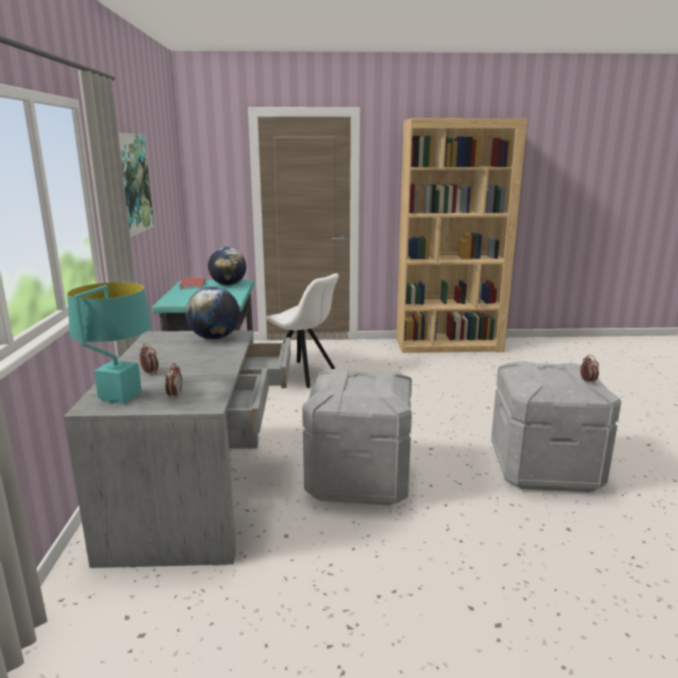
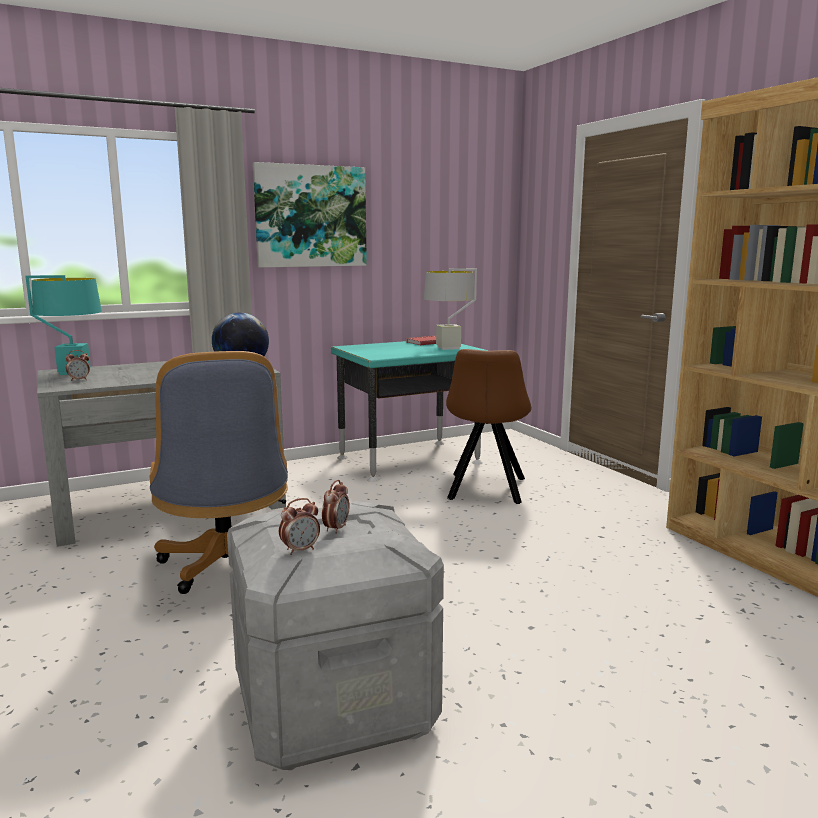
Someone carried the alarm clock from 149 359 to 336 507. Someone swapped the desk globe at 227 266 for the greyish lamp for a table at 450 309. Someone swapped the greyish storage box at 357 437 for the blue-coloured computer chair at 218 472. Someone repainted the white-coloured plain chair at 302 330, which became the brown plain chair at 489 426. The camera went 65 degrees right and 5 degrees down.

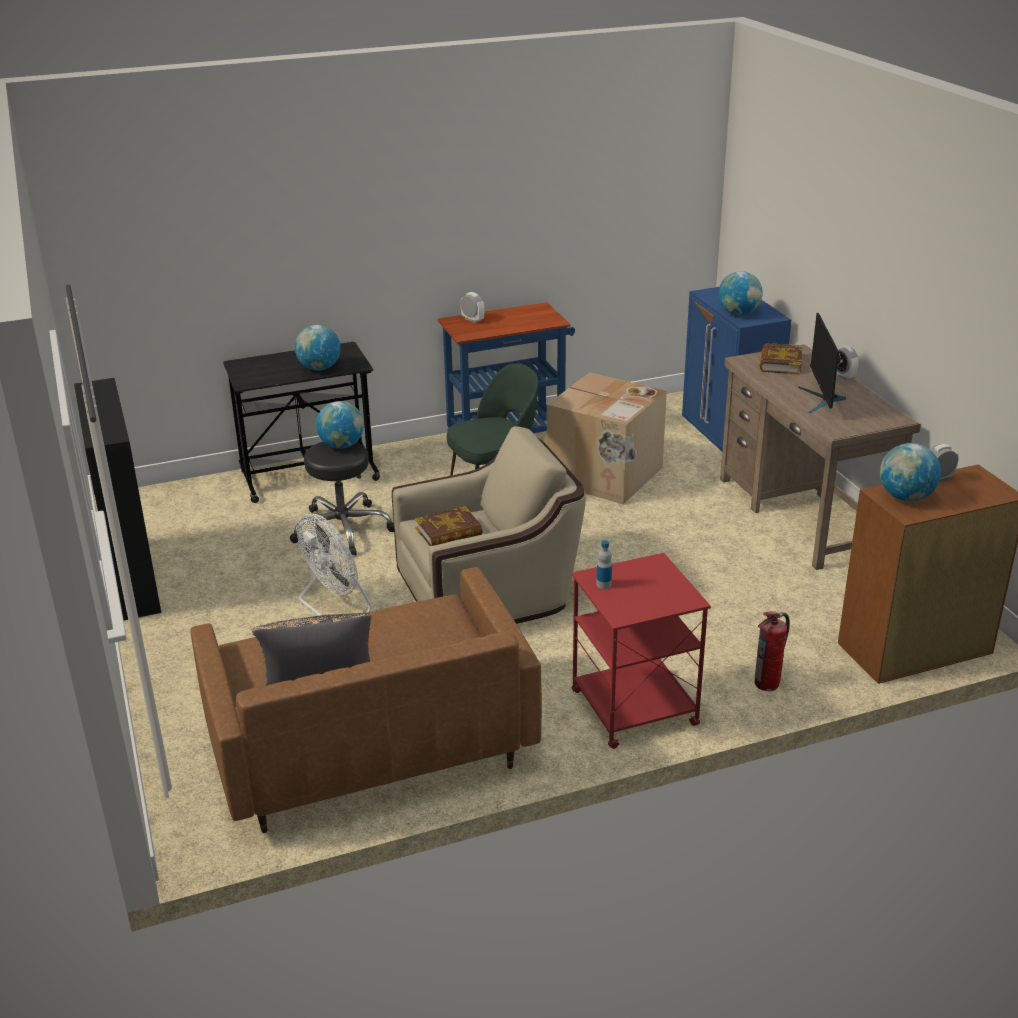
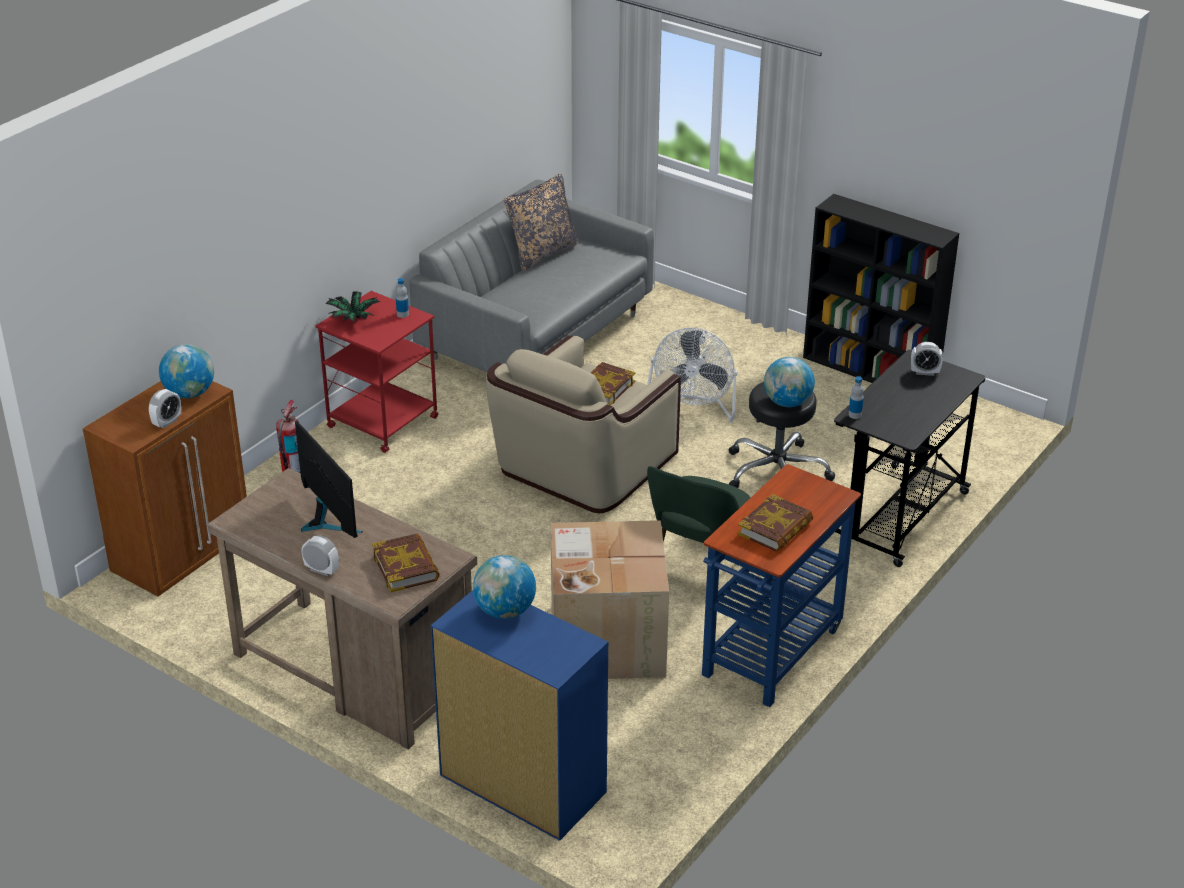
Someone took away the desk globe at 318 347. Someone put down the potted plant at 353 306. Someone put down the bound book at 775 523. Someone put down the drink bottle at 856 397. Someone carried the alarm clock from 472 307 to 927 359. Someone repainted the brown sofa at 366 700, which became the greyish sofa at 531 276. The camera went 145 degrees right and 5 degrees up.

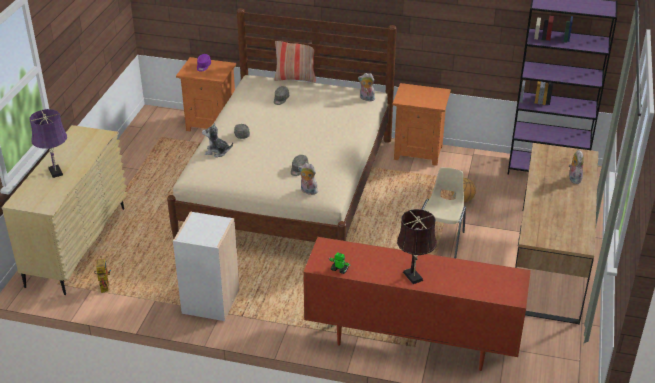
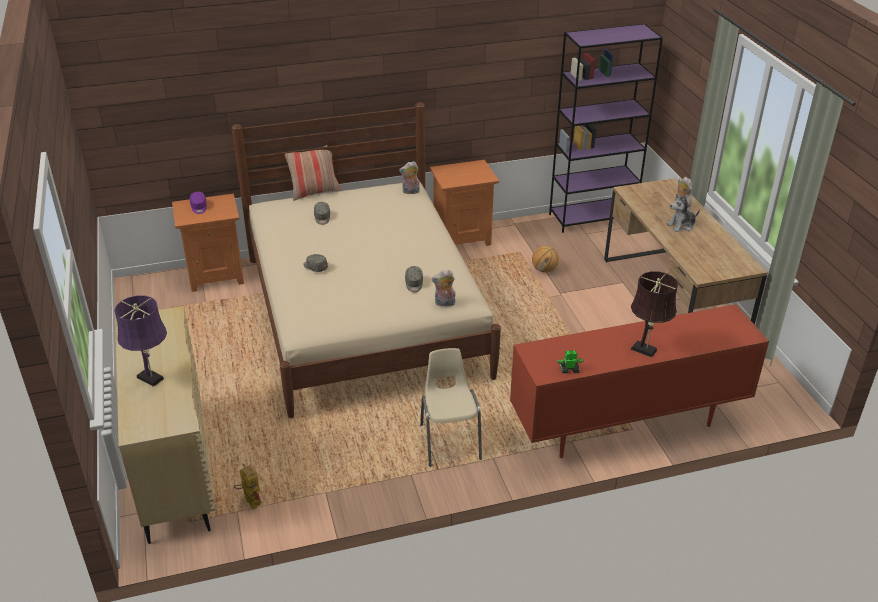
Someone took away the bookcase at 206 266. Someone carried the soft toy from 217 140 to 683 213. Someone carried the beige plain chair from 443 212 to 451 407. The camera went 30 degrees left and 0 degrees up.

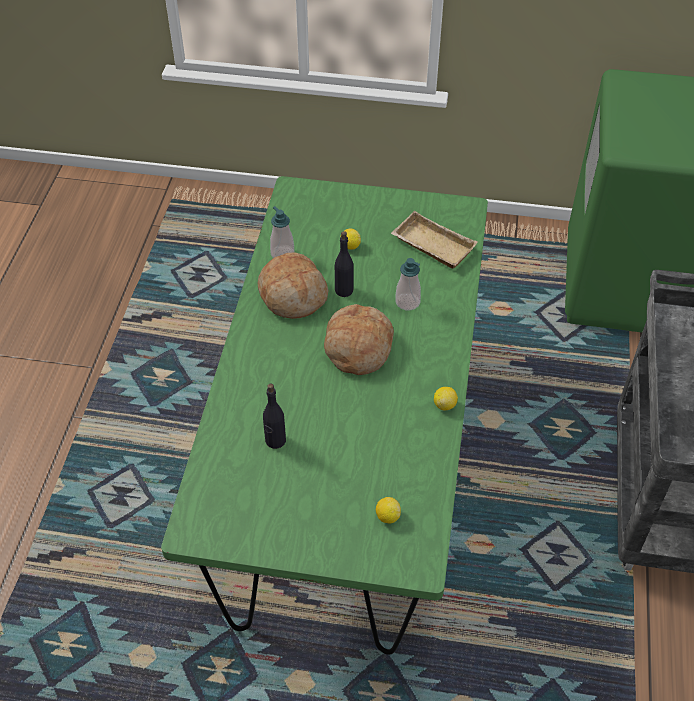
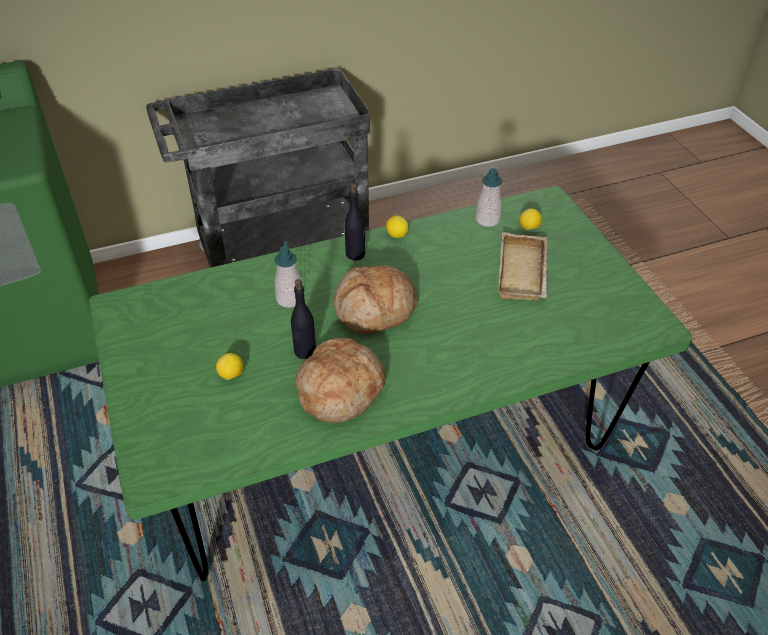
Someone carried the black drink bottle from 274 416 to 355 222. Someone carried the soap bottle from 282 232 to 488 197. Someone carried the beige tray from 434 239 to 523 266. The camera went 120 degrees left and 5 degrees down.

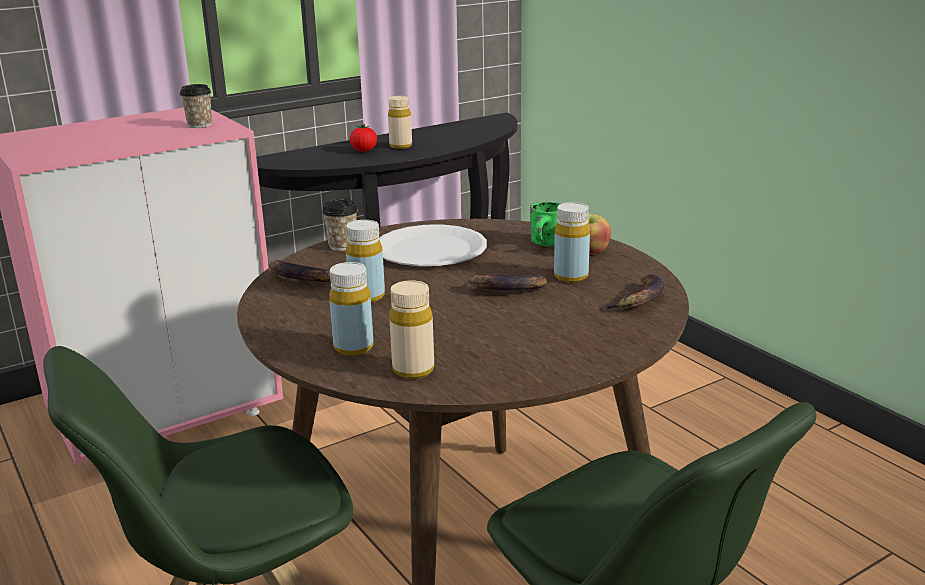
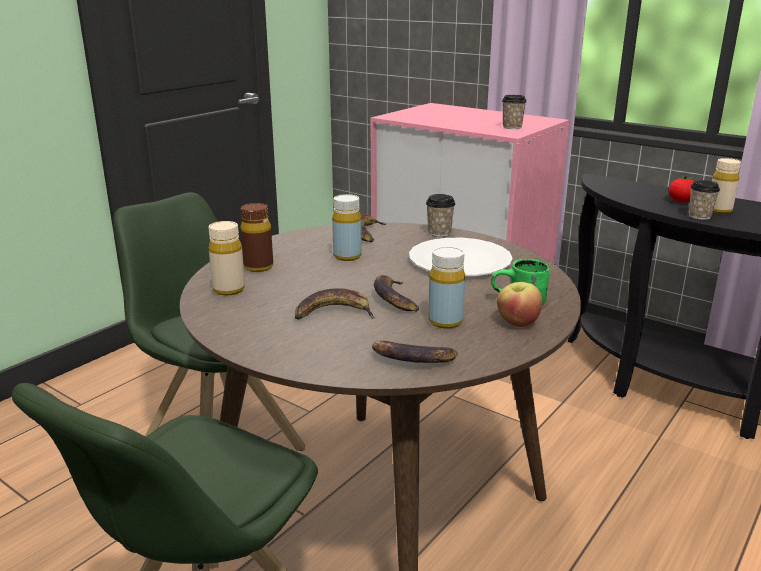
Someone put down the banana fruit at 335 304. Someone put down the small cup at 704 200. Someone repainted the yellow-coloured drink bottle at 351 309, which became the brown drink bottle at 257 237. The camera went 70 degrees right and 0 degrees up.

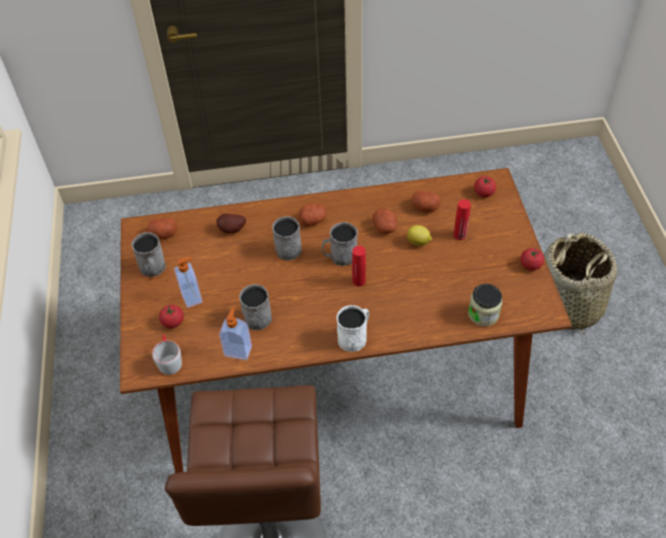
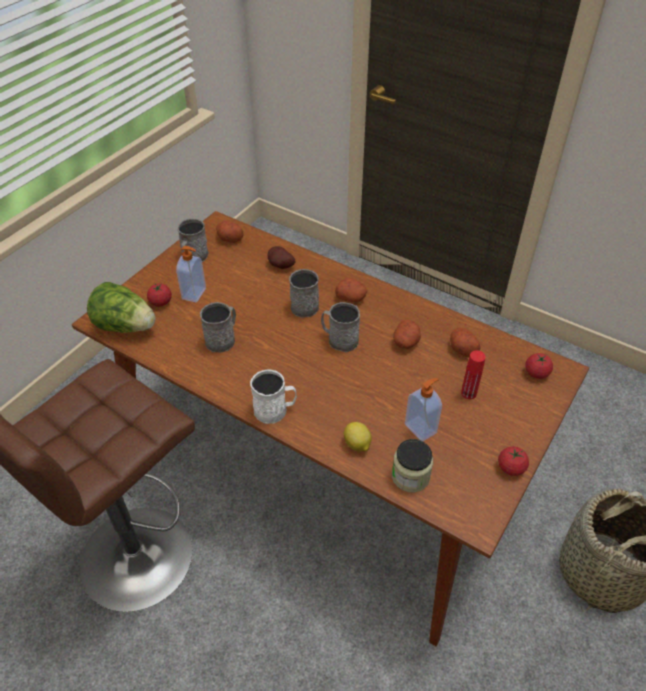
Someone took away the reddish drink bottle at 359 266. Someone carried the soap bottle from 235 334 to 423 409. Someone carried the whole lemon from 419 235 to 358 436. Someone swapped the greyish mug at 167 354 for the lettuce head at 121 307. The camera went 40 degrees right and 5 degrees down.

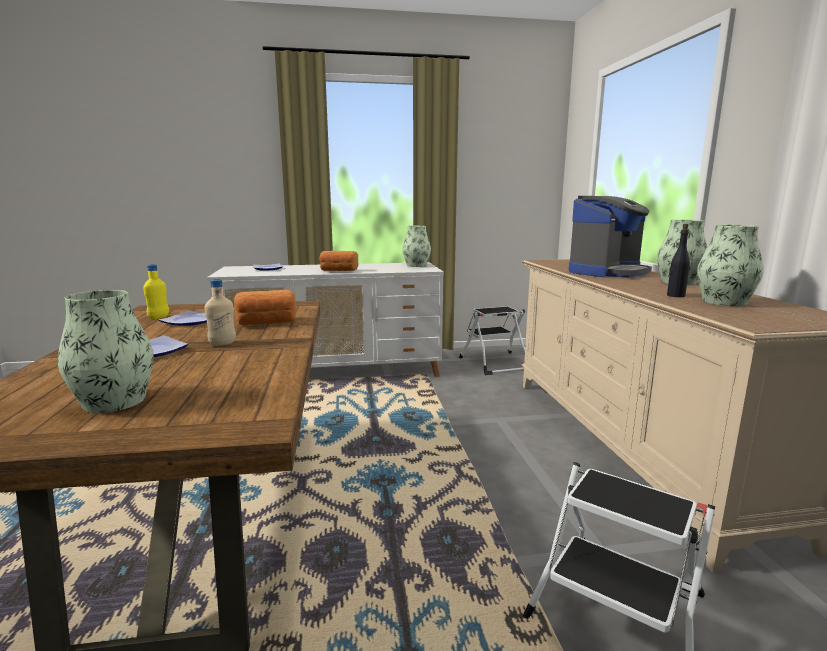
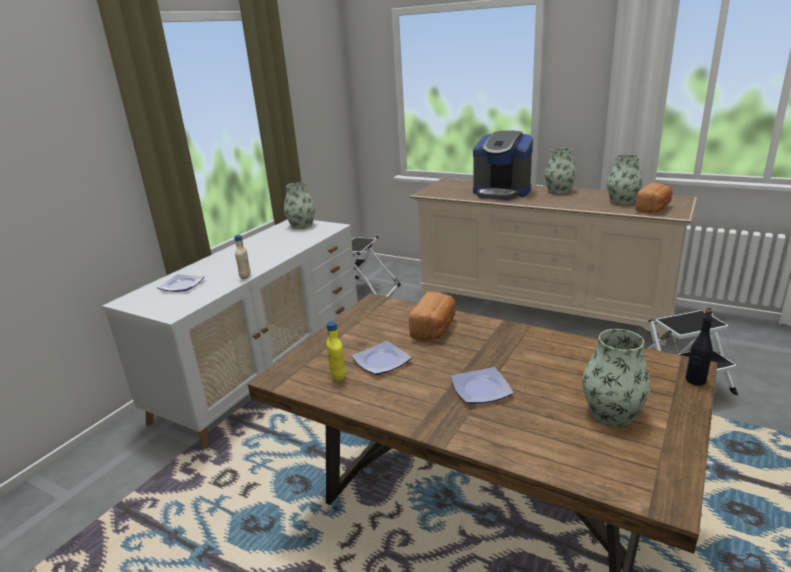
Someone carried the beige drink bottle from 220 312 to 242 257. Someone carried the baked bread from 339 261 to 654 198. Someone carried the black drink bottle from 678 260 to 699 347. Someone rotated the coffee maker at 610 237 by 120 degrees clockwise. The camera went 50 degrees left and 10 degrees up.

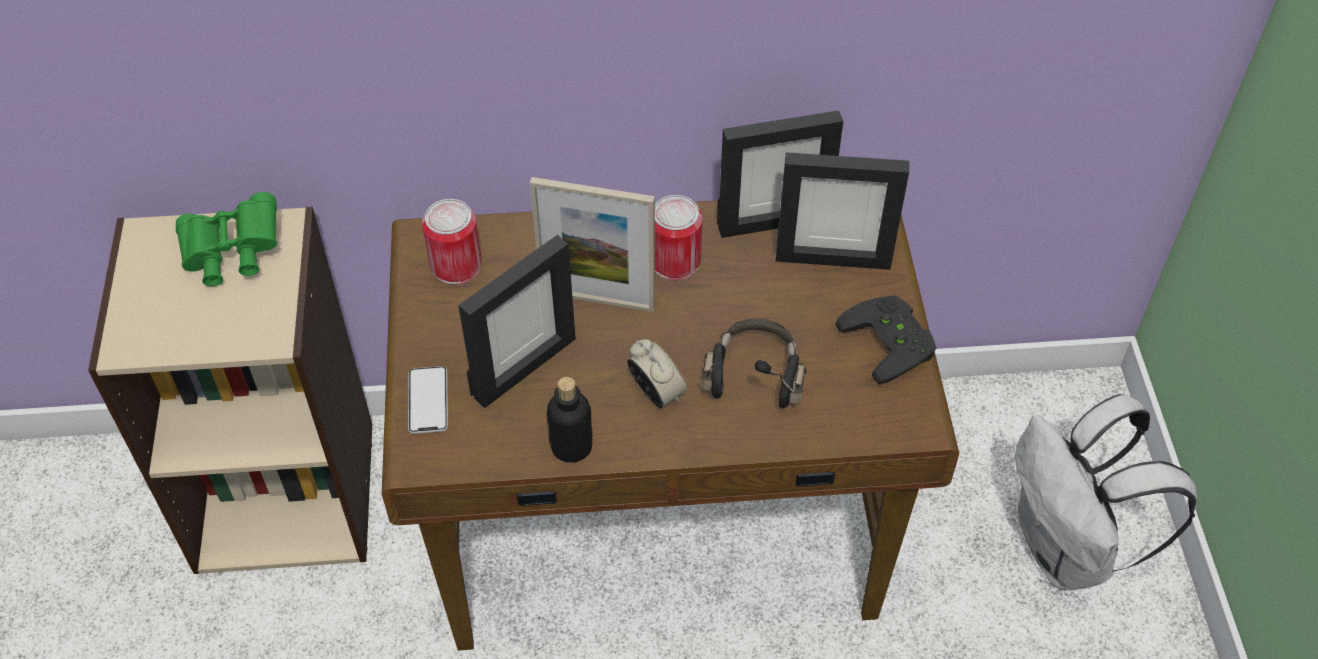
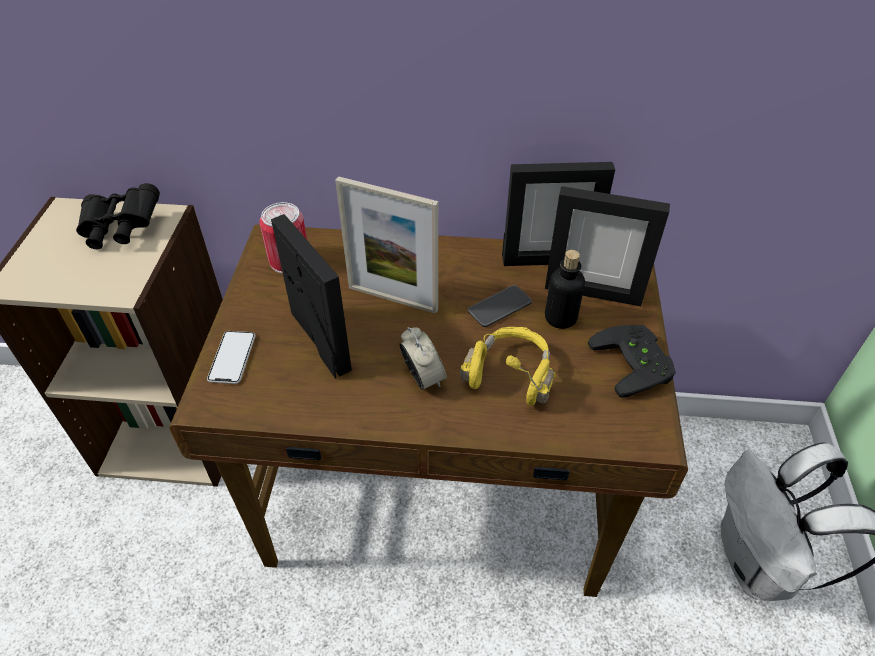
Someone took away the metal can at 678 237. Someone put down the handset at 500 306. Someone carried the drink bottle from 570 420 to 565 289. Someone repainted the greenish pair of binoculars at 226 239, which became the black pair of binoculars at 118 216. Someone repainted the black headphones at 753 363, which became the yellow-coloured headphones at 508 366. Someone rotated the picture frame at 517 321 by 90 degrees counterclockwise. The camera went 10 degrees right and 5 degrees down.

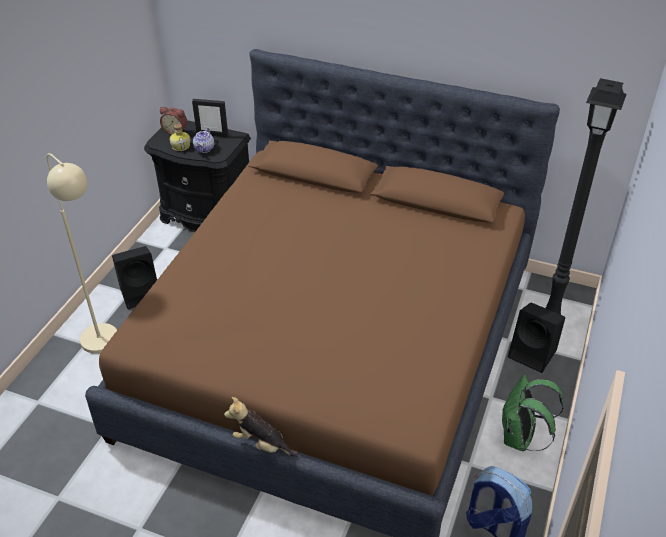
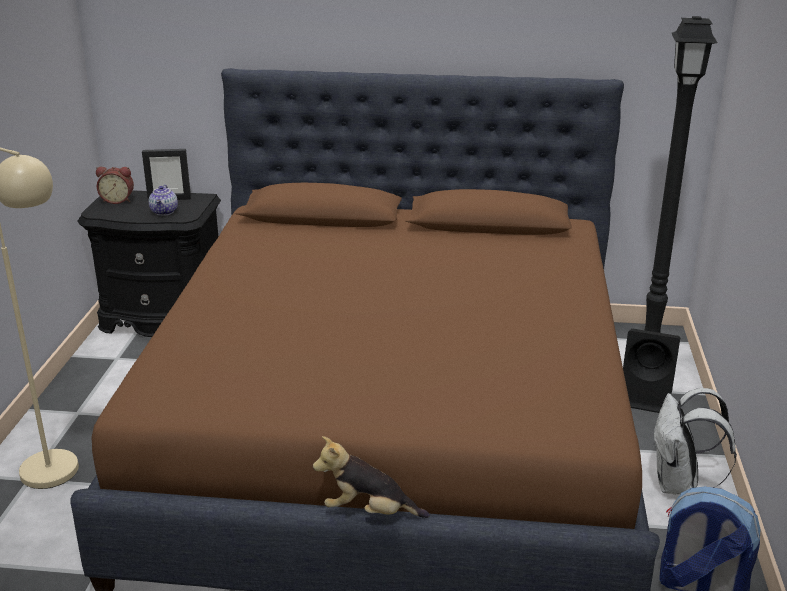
Someone took away the black speaker at 134 277. Someone took away the drink bottle at 180 137. Someone repainted the greenish backpack at 532 413, which became the white-coloured backpack at 695 441. The camera went 15 degrees left and 15 degrees down.

